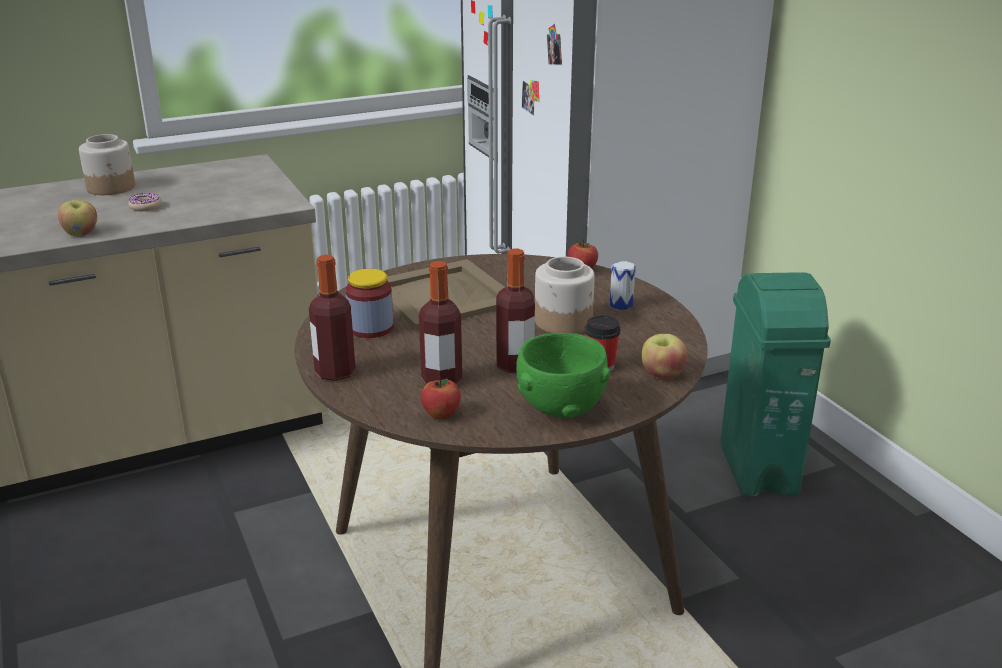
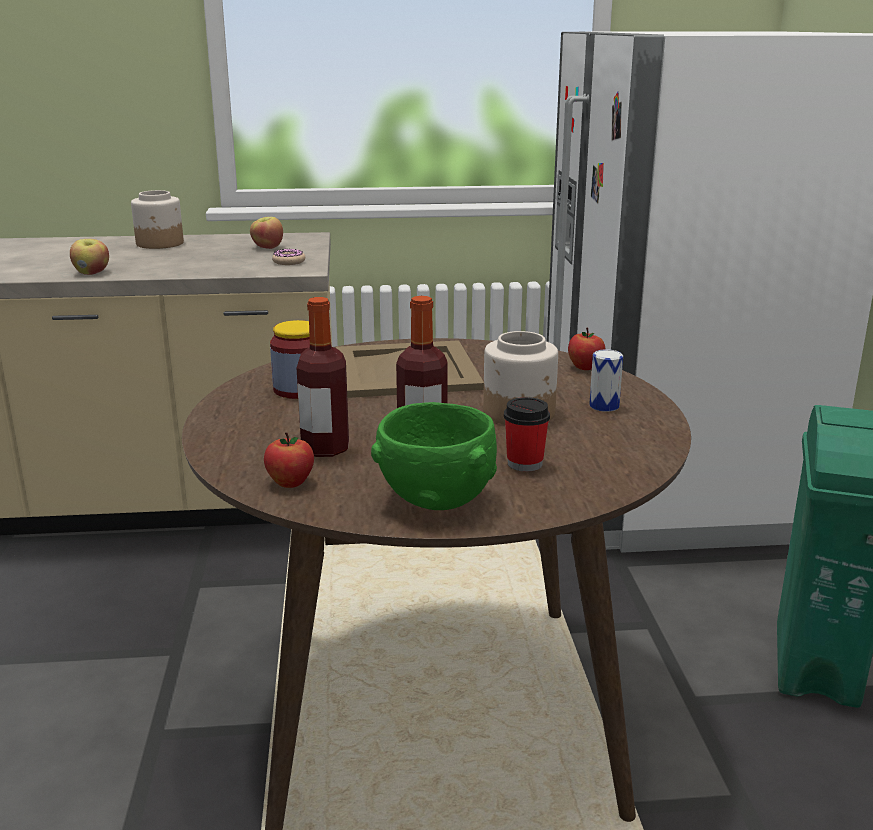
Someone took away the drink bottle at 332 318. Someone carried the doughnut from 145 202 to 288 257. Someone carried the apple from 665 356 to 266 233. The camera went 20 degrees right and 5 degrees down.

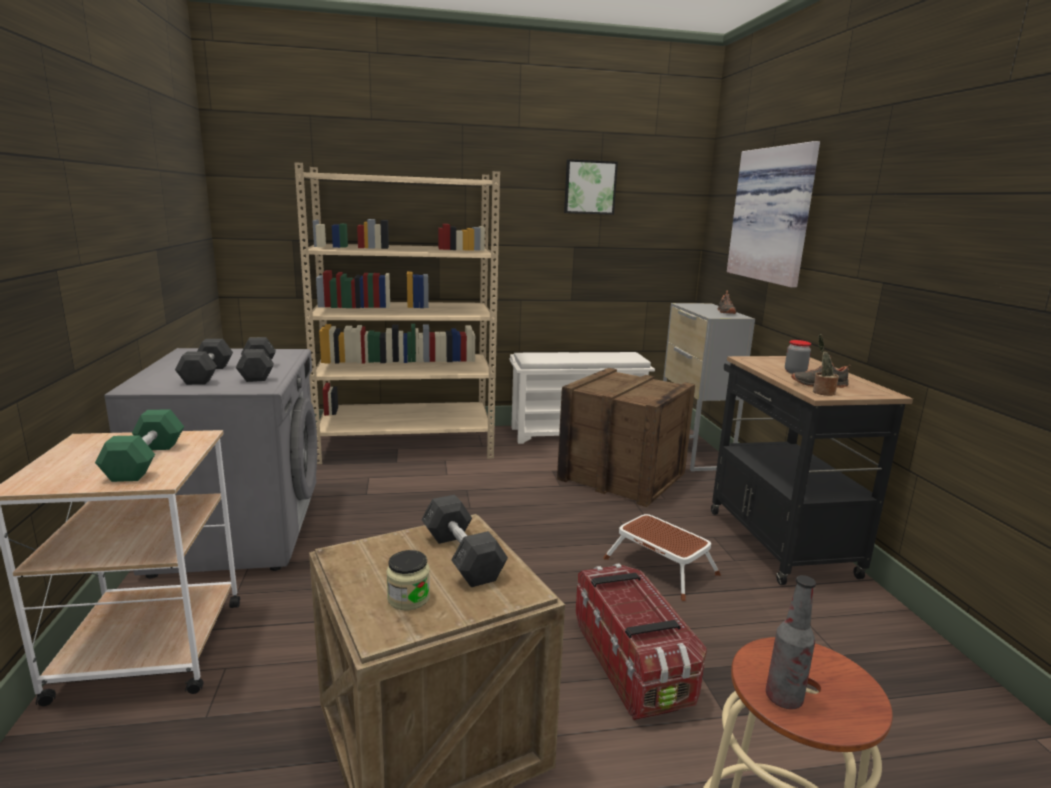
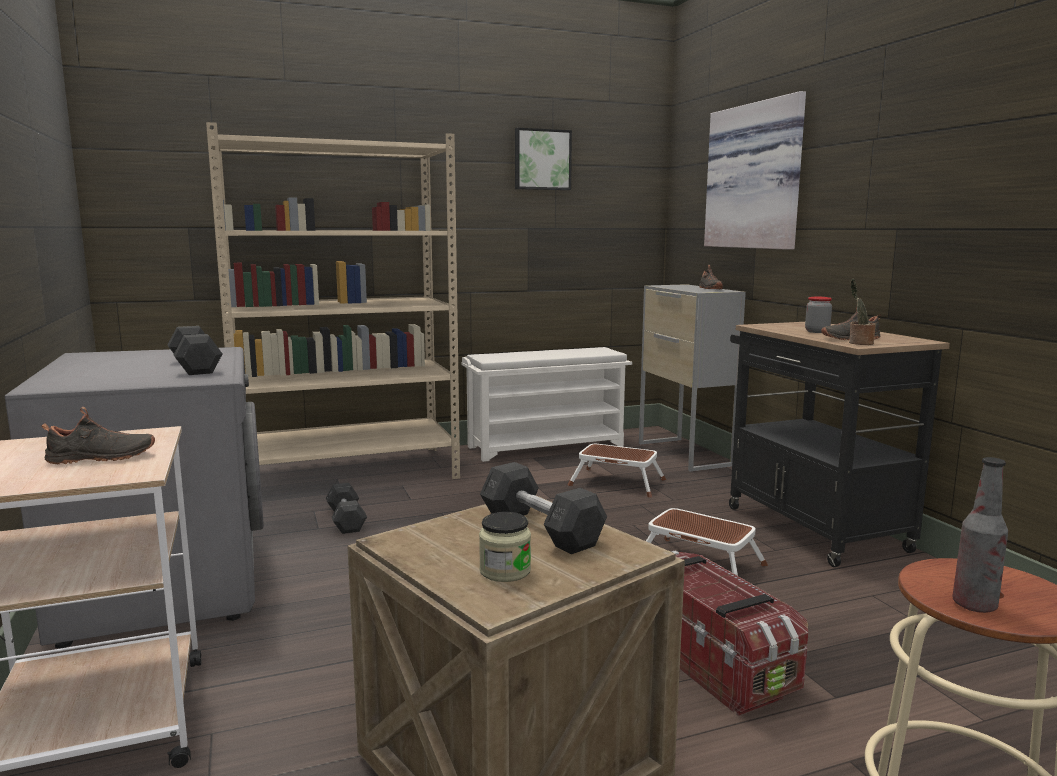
Someone carried the greyish hand weight from 204 362 to 346 508. Someone swapped the greenish hand weight at 139 445 for the black item of footwear at 98 435. Someone swapped the crate at 626 437 for the brown step stool at 617 471. The camera went 10 degrees left and 5 degrees down.

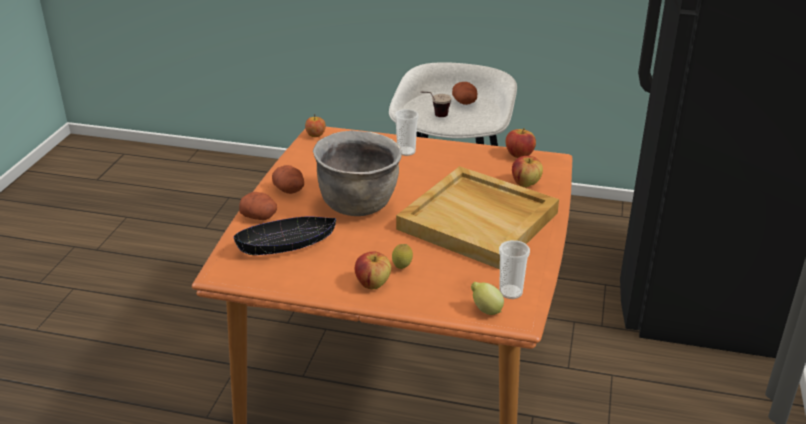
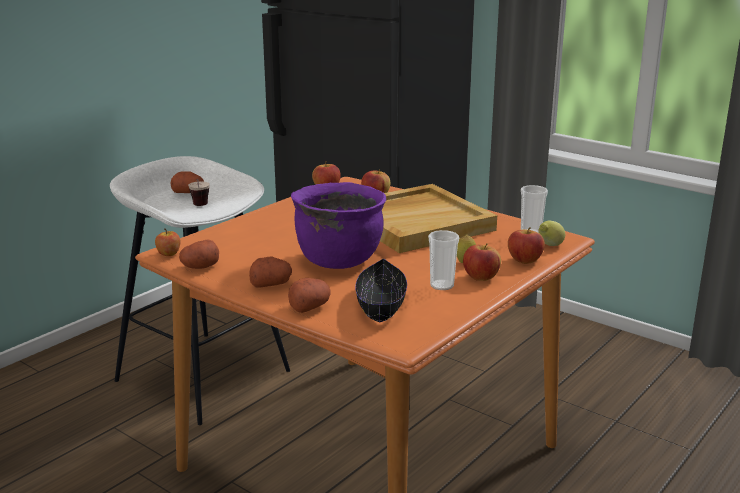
Someone put down the potato at 199 254. Someone put down the apple at 526 245. Someone carried the small cup from 407 132 to 443 260. Someone repainted the brown saucepot at 357 173, which became the purple saucepot at 338 225. The camera went 65 degrees left and 10 degrees down.

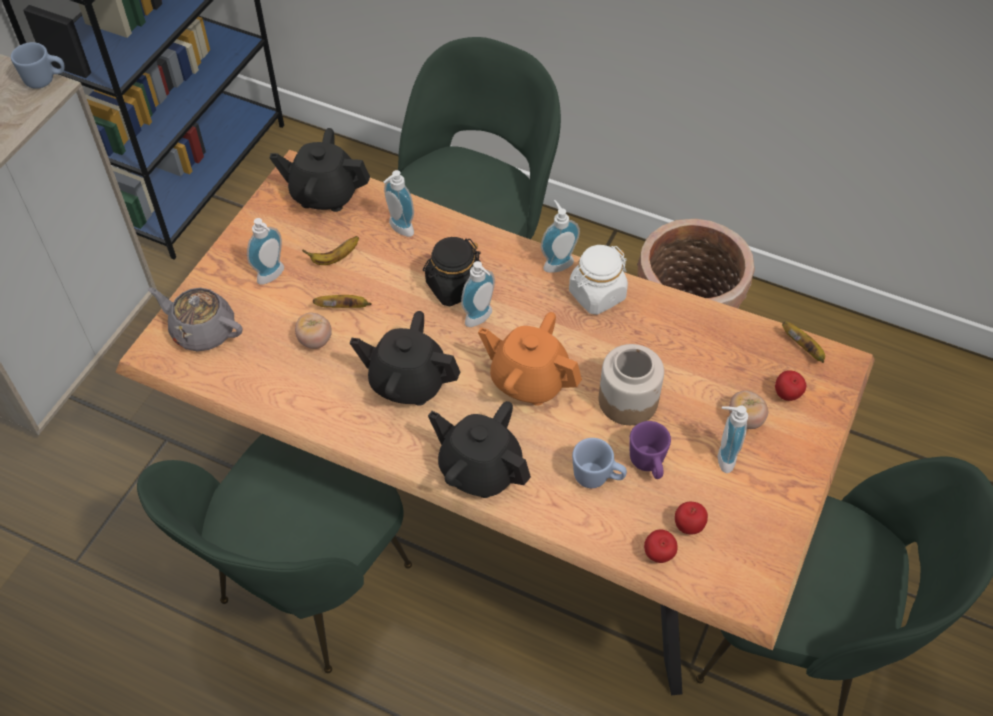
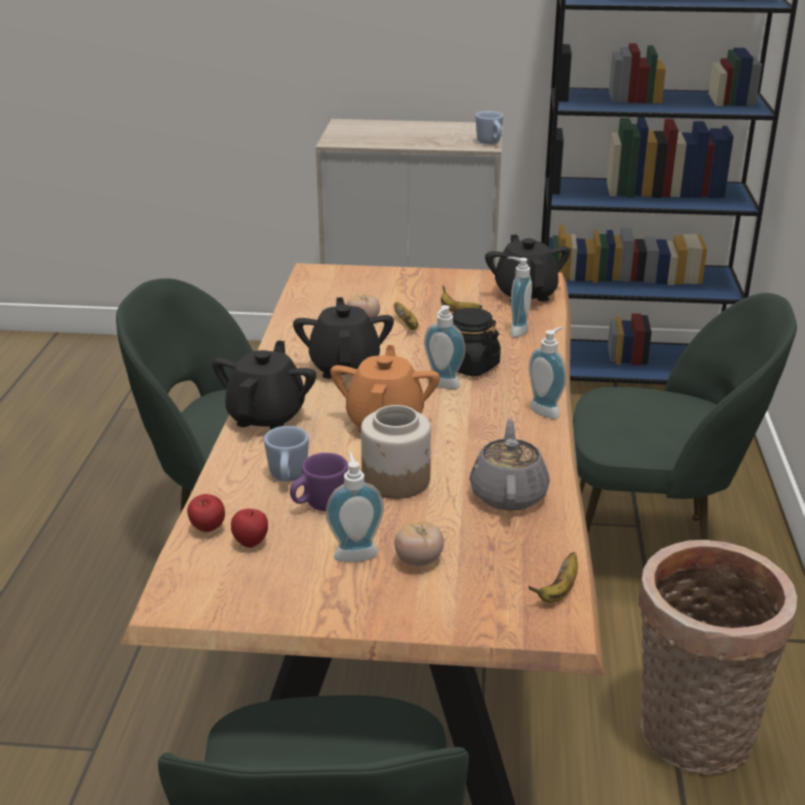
Someone took away the soap bottle at 265 251. Someone took away the white-coloured preserve jar at 598 280. Someone took away the apple at 790 385. Someone carried the greyish pot for tea from 195 319 to 509 465. The camera went 70 degrees right and 25 degrees down.

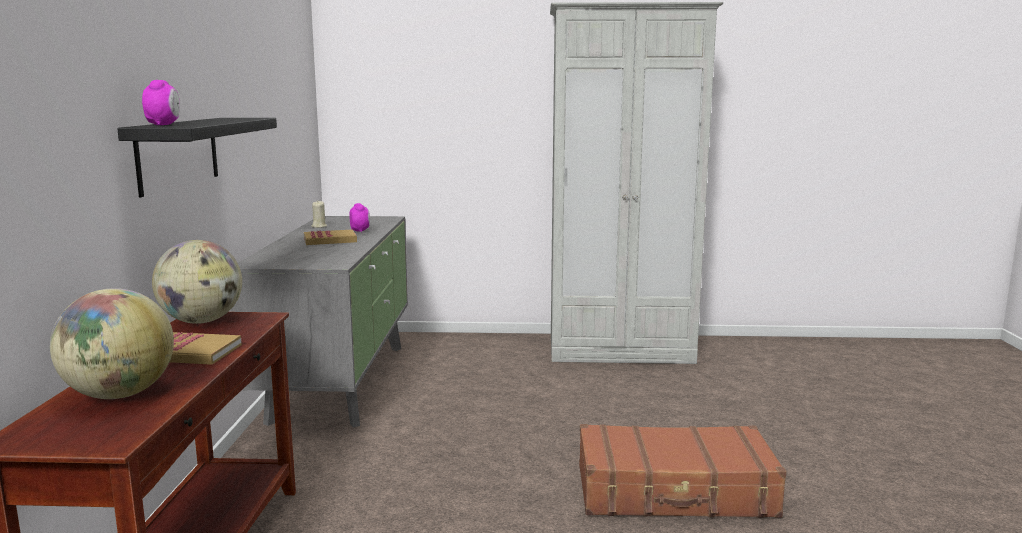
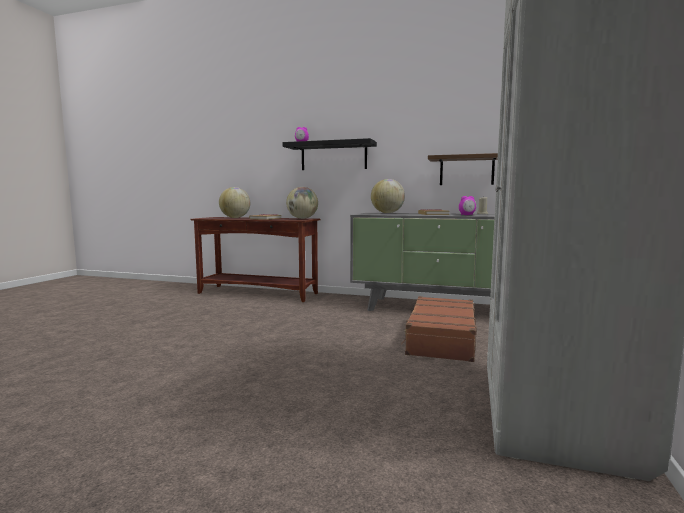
Someone put down the desk globe at 388 196. Someone put up the wall shelf at 463 169. Someone carried the brown suitcase from 682 471 to 439 329. The camera went 105 degrees right and 5 degrees down.

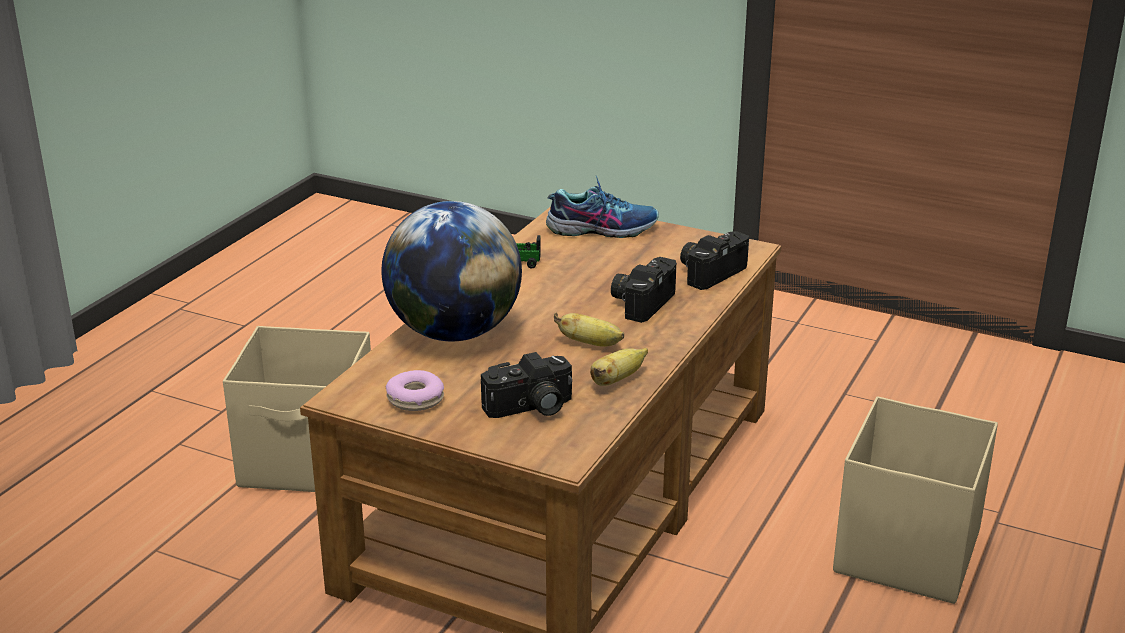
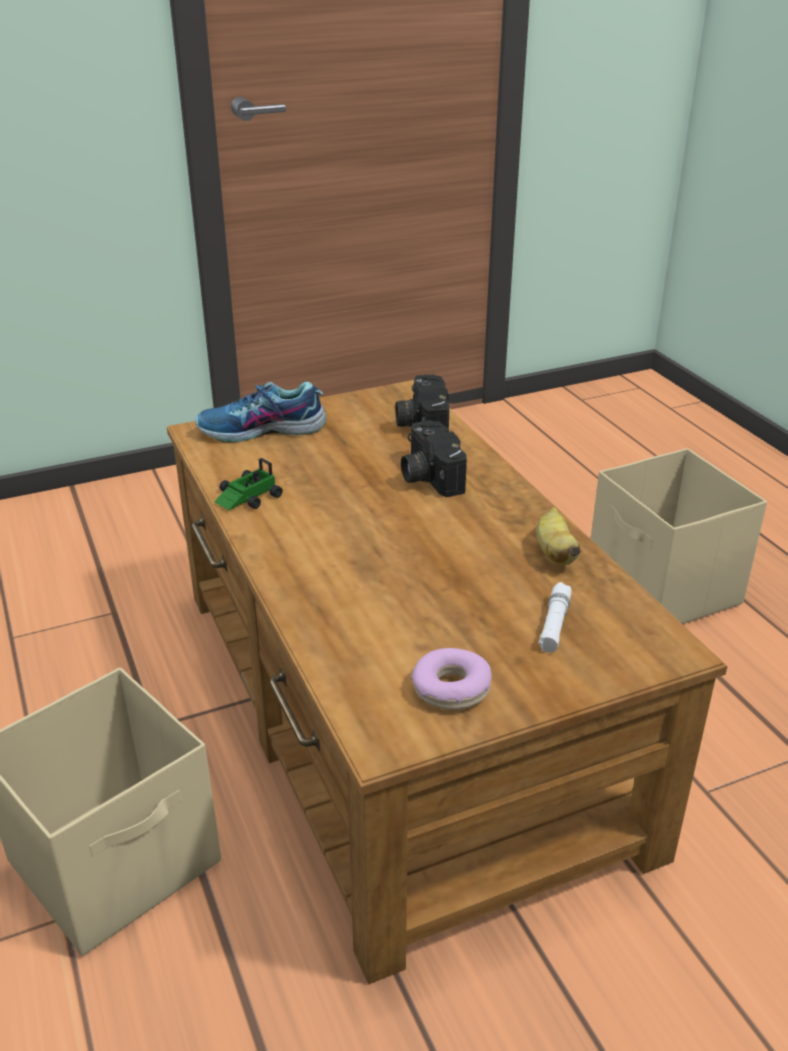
Someone took away the desk globe at 452 271. Someone took away the banana fruit at 589 329. Someone swapped the photo camera at 526 385 for the white-coloured hand torch at 555 617. Someone rotated the item of footwear at 602 207 by 135 degrees counterclockwise. The camera went 50 degrees left and 5 degrees up.

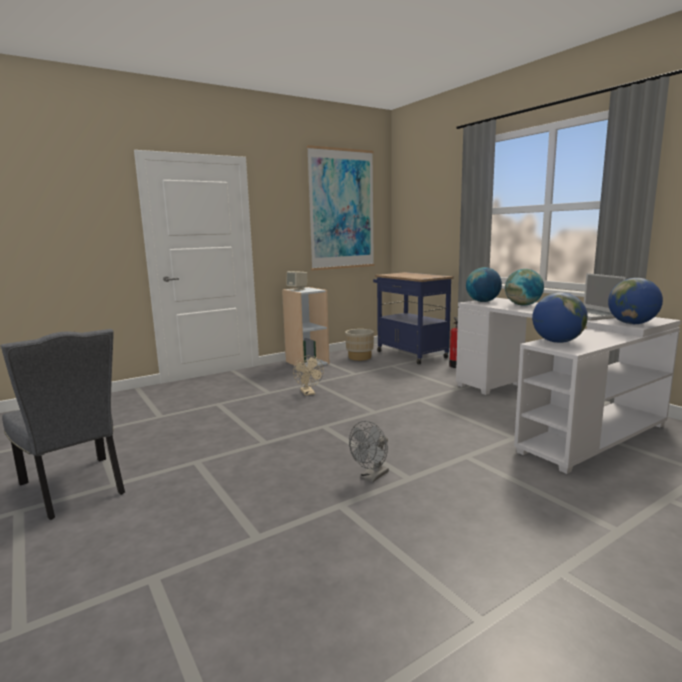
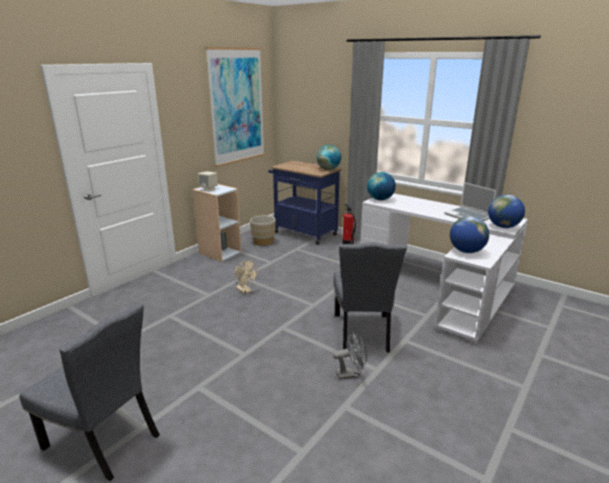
Someone put down the greyish plain chair at 370 297. Someone carried the desk globe from 524 287 to 329 157. Someone rotated the greyish electric fan at 369 451 by 120 degrees counterclockwise. The camera went 20 degrees left and 10 degrees up.

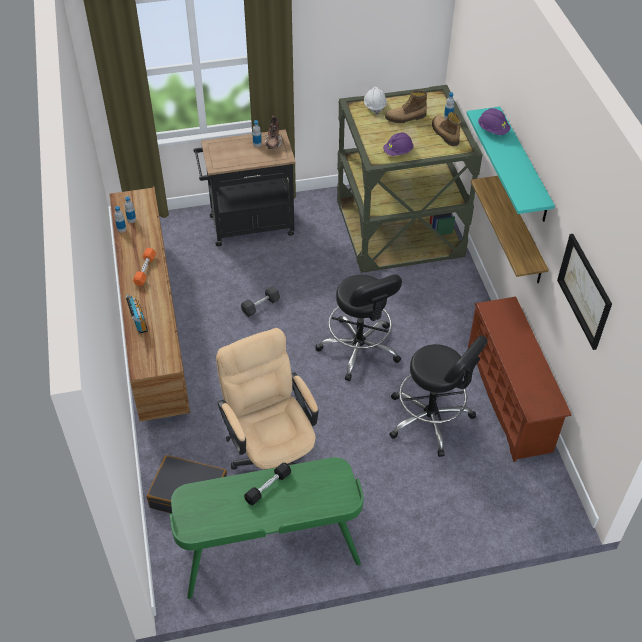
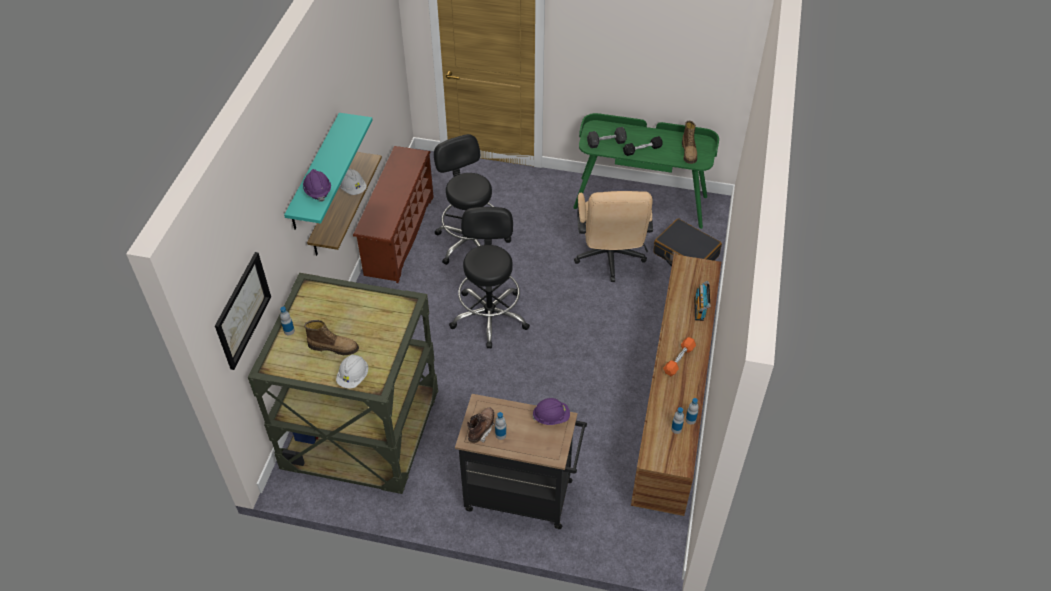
Someone put down the white-coloured safety helmet at 353 181. Someone carried the greyish hand weight from 260 301 to 607 137. Someone carried the purple safety helmet from 398 144 to 551 411. Someone carried the tall boot from 446 129 to 689 142. Someone carried the picture from 584 292 to 243 311. The camera went 155 degrees left and 0 degrees up.

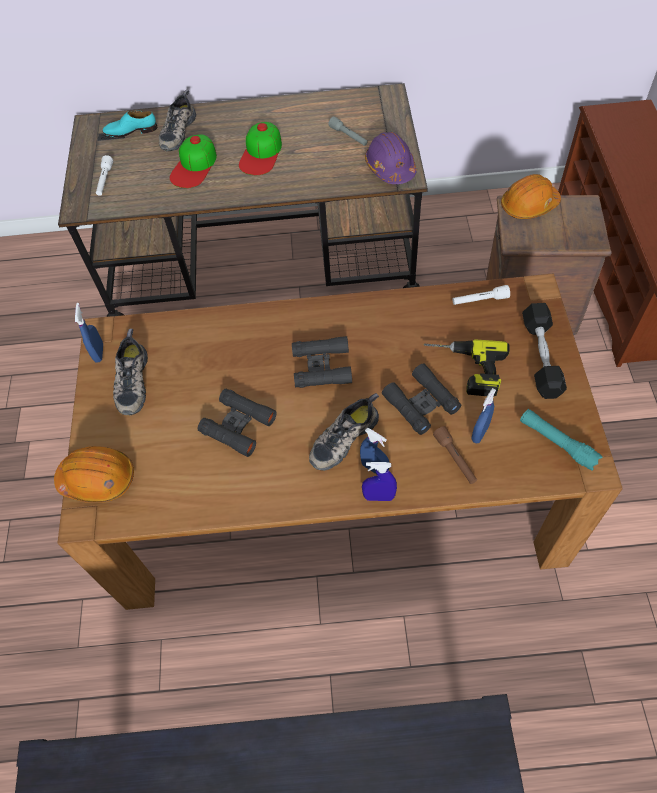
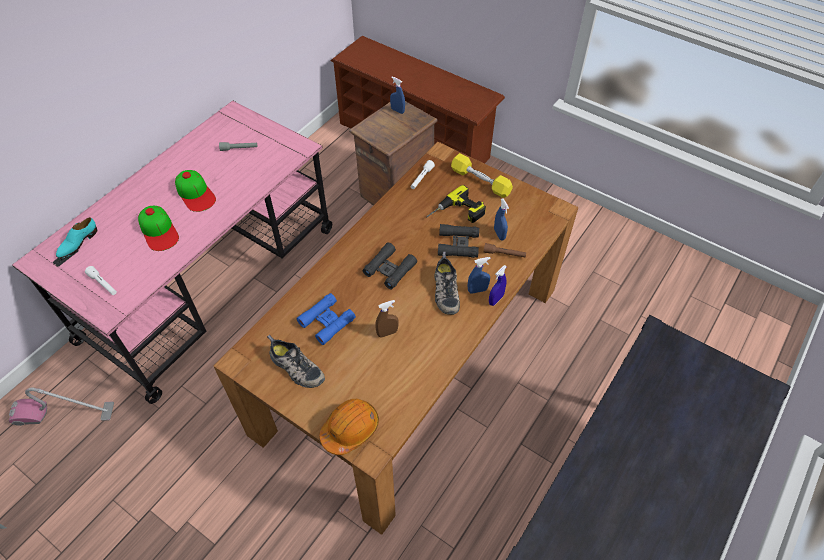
Someone took away the item of footwear at 177 120. Someone took away the purple safety helmet at 391 158. Someone took away the orange-coloured safety helmet at 531 196. Someone took away the blue-green hand torch at 561 440. Someone put down the vacuum cleaner at 61 407. Someone put down the blue-coloured pair of binoculars at 326 319. Someone carried the blue-coloured sprayer from 89 333 to 397 95. Someone swapped the black pair of binoculars at 237 423 for the brown sprayer at 387 319. Someone repainted the brown desk unit at 243 200, which became the pinkish desk unit at 172 252. Someone repainted the black hand weight at 544 351, which became the yellow-coloured hand weight at 482 175. The camera went 55 degrees left and 5 degrees down.

